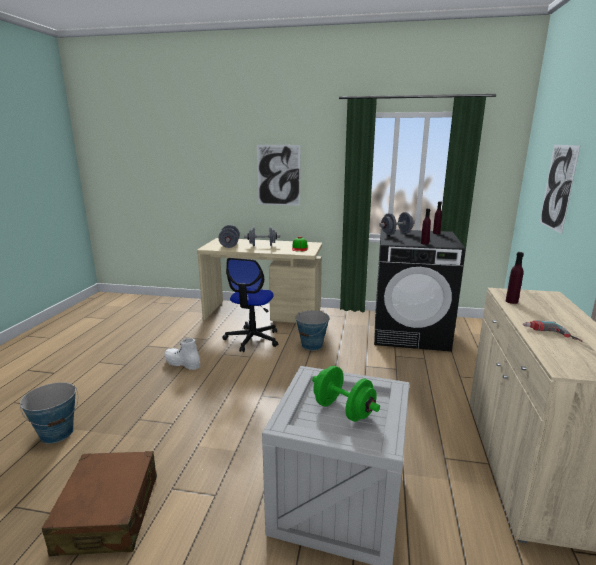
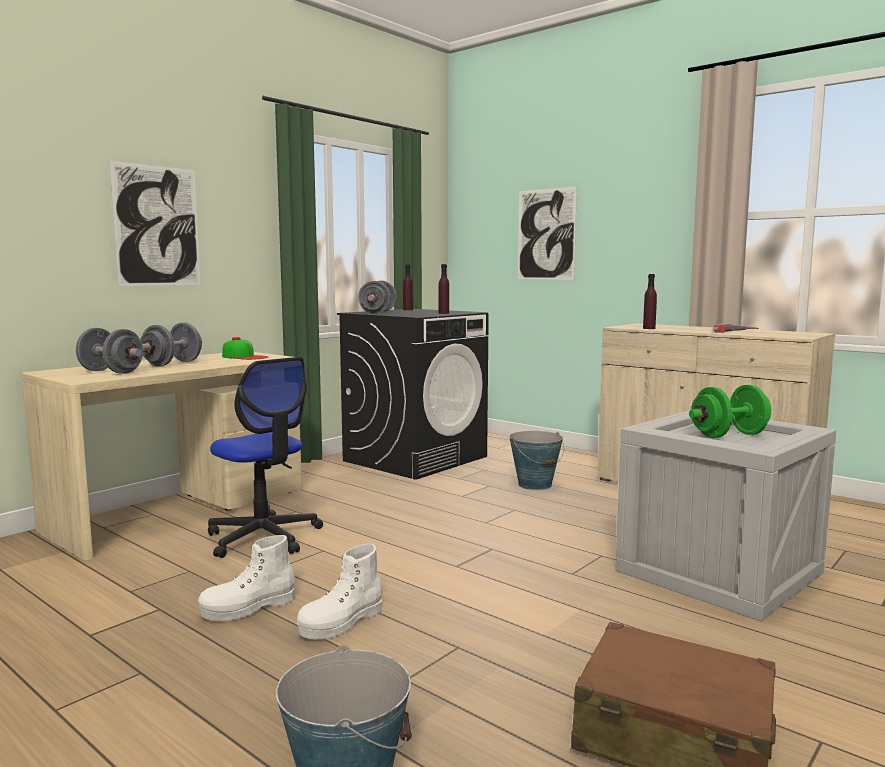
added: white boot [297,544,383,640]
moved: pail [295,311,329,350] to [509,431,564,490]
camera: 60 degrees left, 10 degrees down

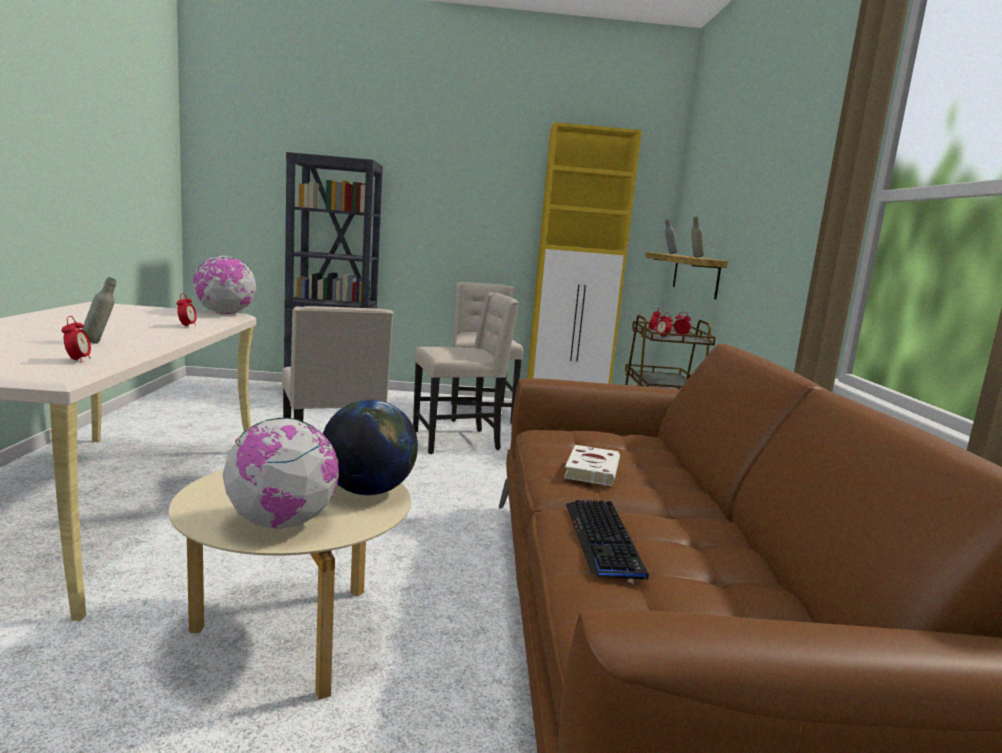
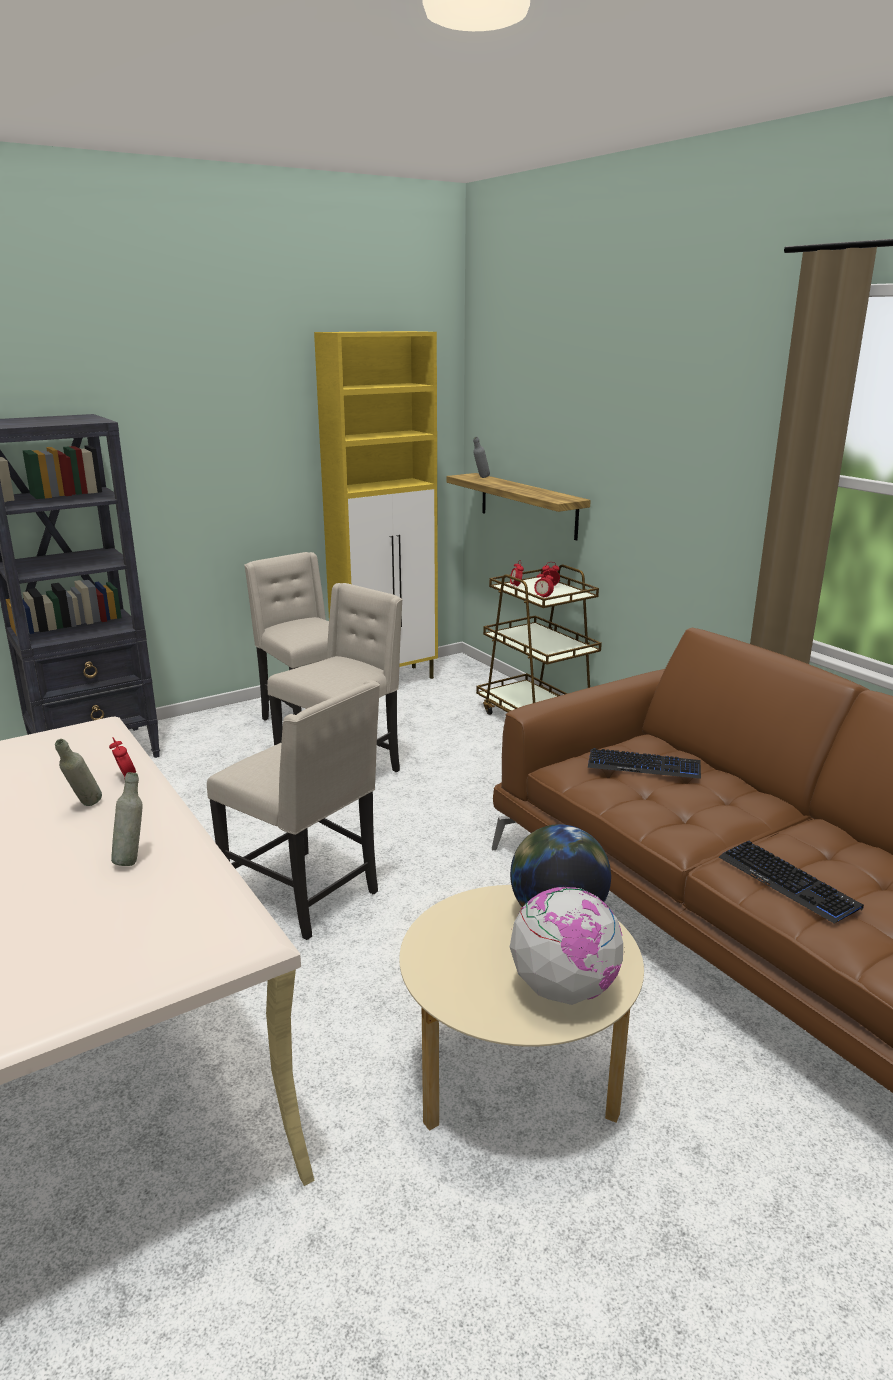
removed: globe [193,256,256,314]; alarm clock [61,316,91,363]; white bound book [564,445,620,486]
added: PC keyboard [588,748,701,779]
moved: greyish beverage bottle [691,217,704,258] to [55,739,102,806]
camera: 30 degrees left, 10 degrees up

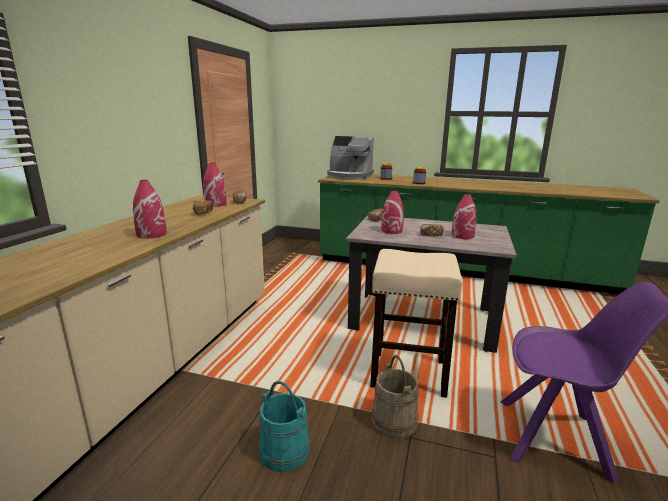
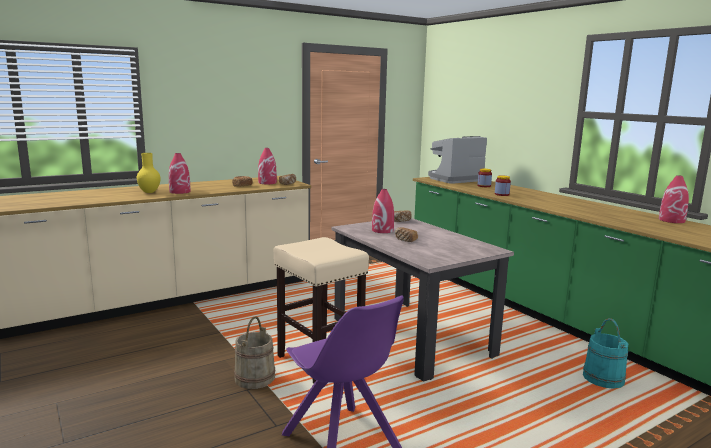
added: yellowish vase [137,153,160,193]
moved: reddish vase [452,194,476,239] to [659,175,689,223]; blue-green pail [259,381,310,472] to [583,318,628,389]
turned: coffee brewer [327,136,374,180] = [428,136,487,184] 90 degrees clockwise
camera: 40 degrees right, 5 degrees down

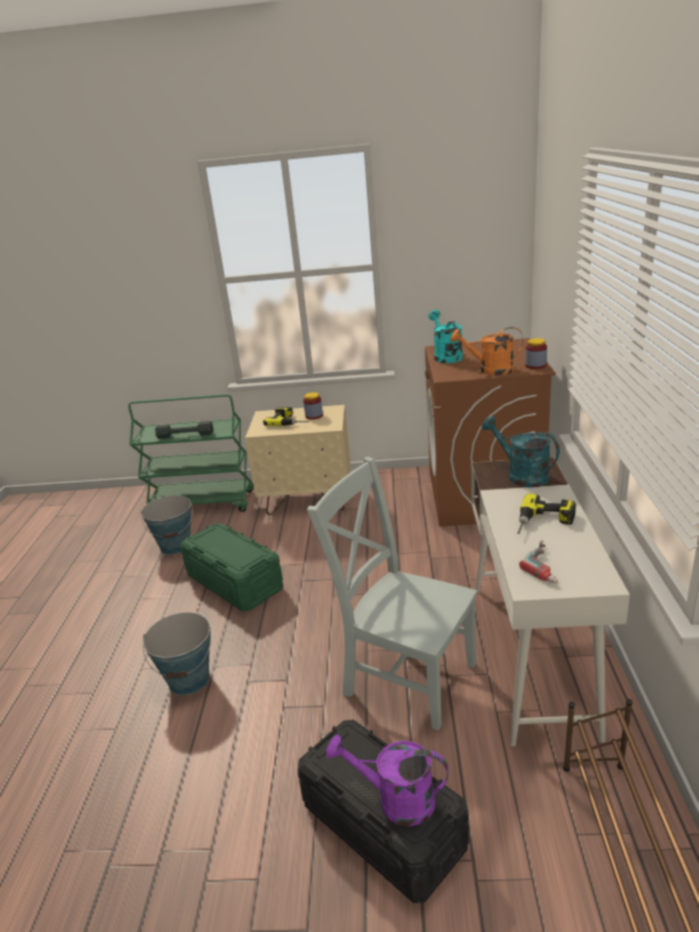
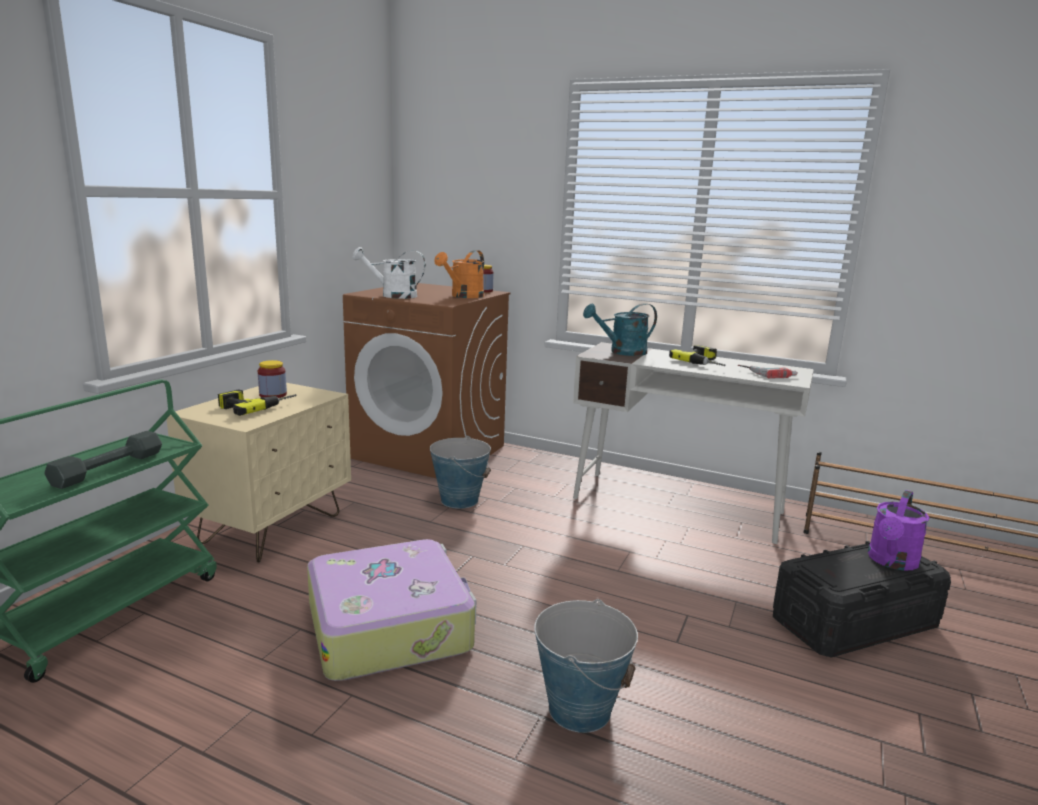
removed: greyish upright chair [307,457,477,731]
moved: pail [140,495,193,555] to [430,436,491,509]
replaced: green storage bin [181,523,283,611] to travel case [307,539,477,681]
recoloured: blue-green sprinkling can [429,310,463,363] to white sprinkling can [352,247,426,299]
camera: 70 degrees left, 10 degrees down

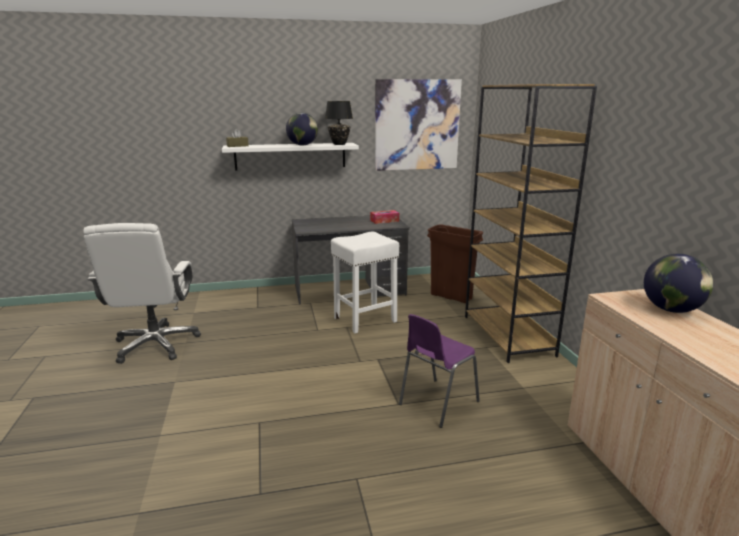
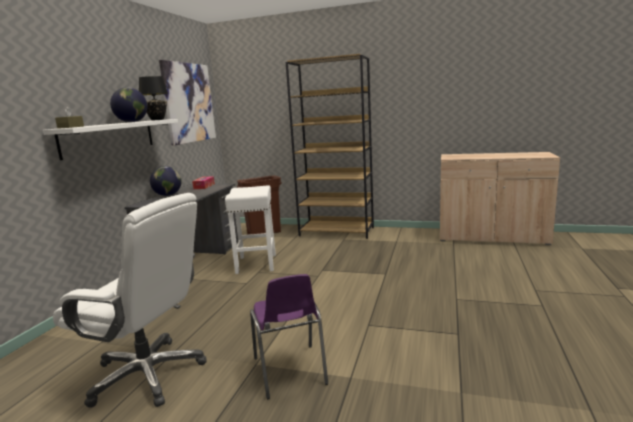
moved: globe [644,254,713,313] to [150,166,182,196]; purple upright chair [399,314,480,428] to [250,274,328,399]
camera: 60 degrees left, 5 degrees down

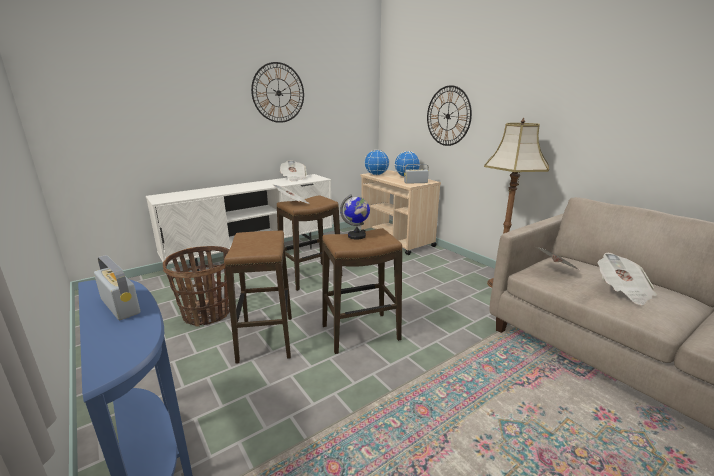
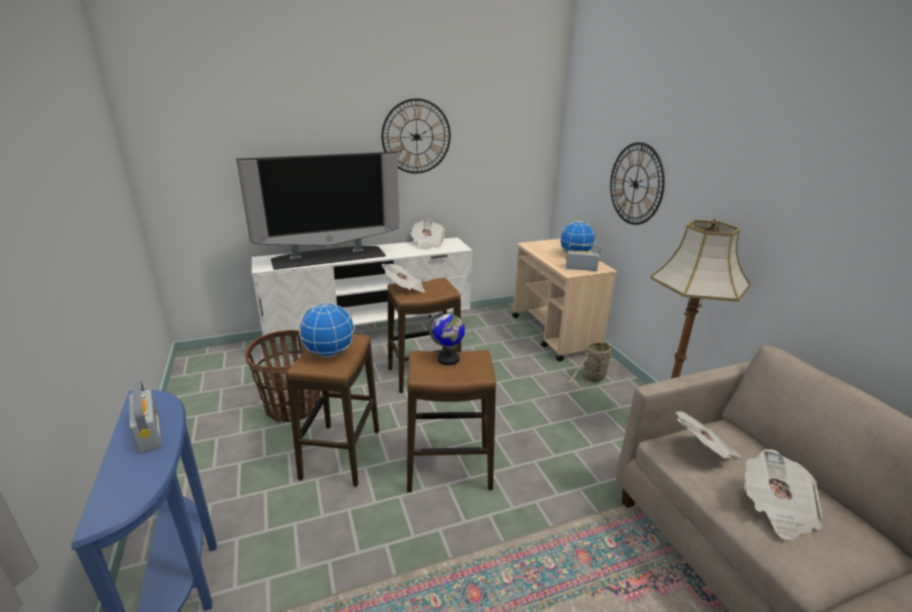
added: TV [236,152,400,270]; basket [568,342,612,389]
moved: globe [364,150,389,175] to [299,303,355,357]
camera: 15 degrees right, 5 degrees up

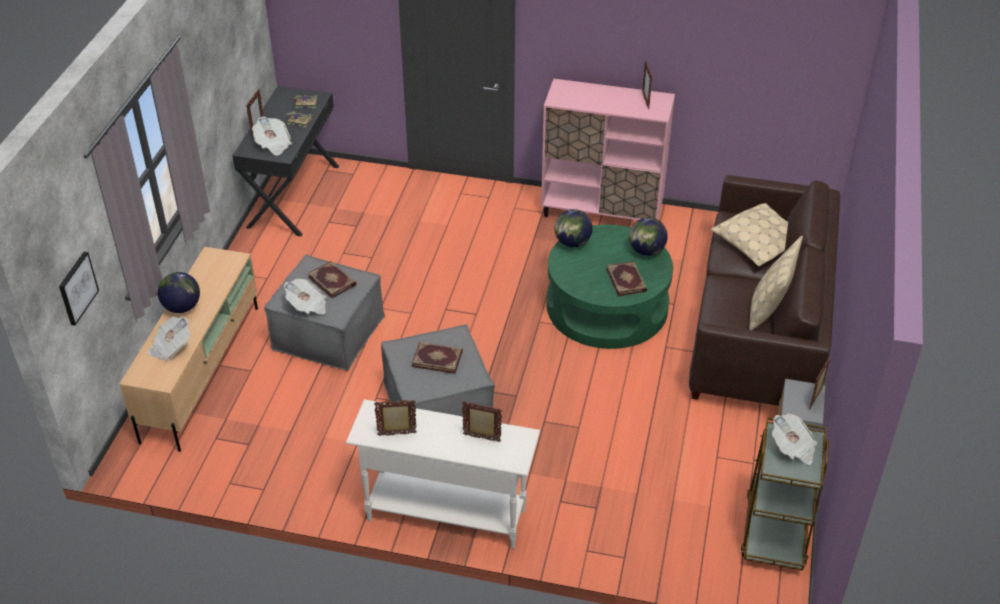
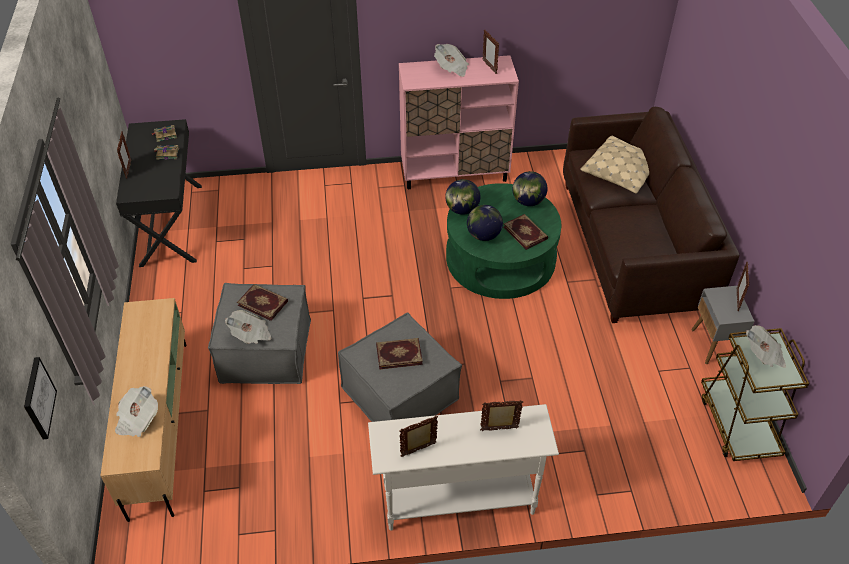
removed: beige-coloured throw pillow [749,236,803,331]
moved: newspaper [252,117,292,156] to [434,44,469,77]; globe [158,272,200,313] to [467,205,503,241]
camera: 20 degrees left, 5 degrees up

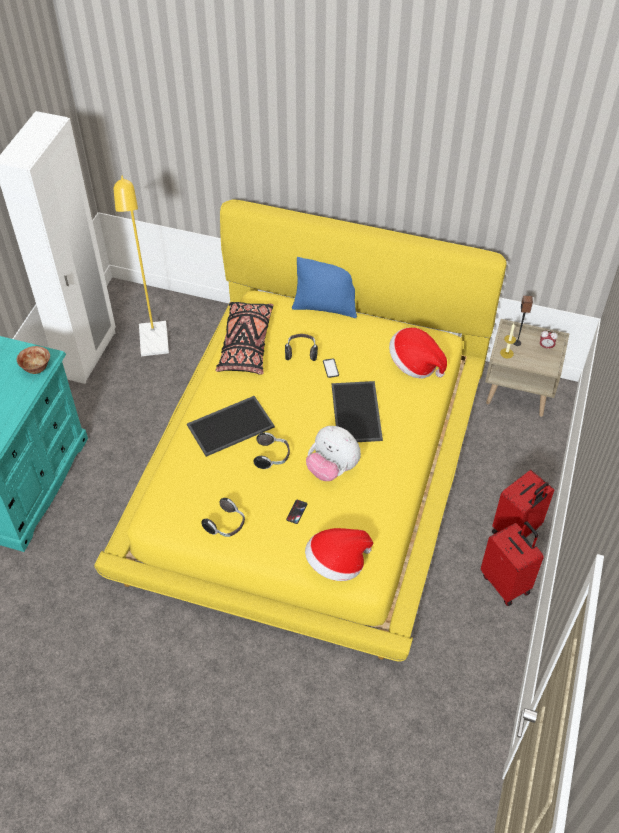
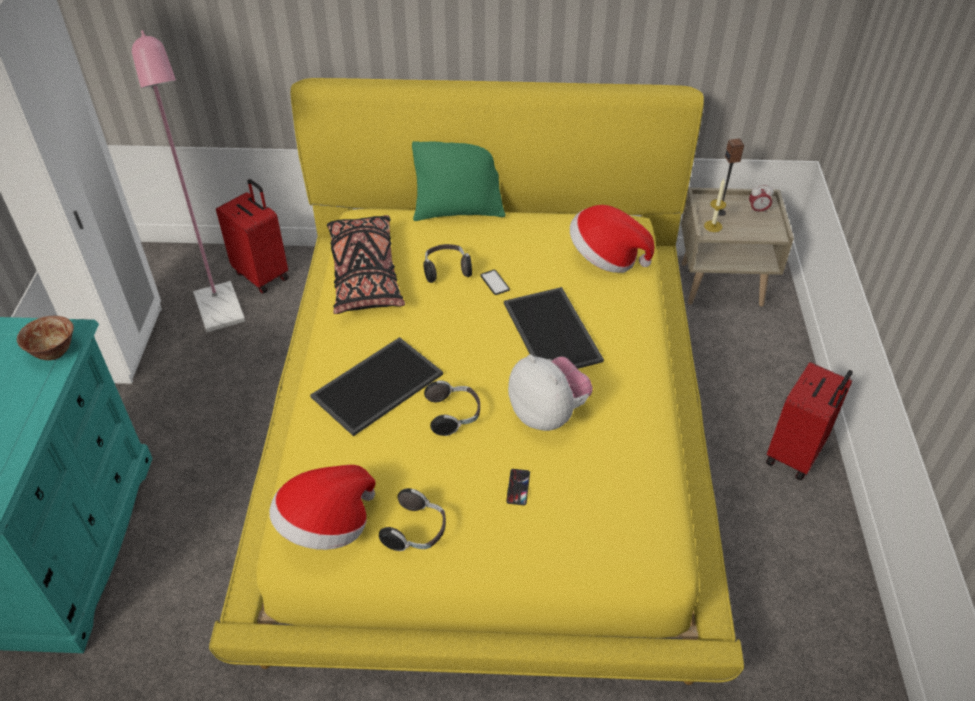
moved: reddish travel case [481,521,544,606] to [216,179,289,294]; hat [305,528,373,581] to [269,465,376,550]
recoloured: yellowish standing lamp [114,176,169,356] to pink standing lamp [132,30,245,332]; blue throw pillow [292,257,357,318] to green throw pillow [412,141,506,221]
turned: plush toy [306,426,361,481] = [508,354,593,431] 150 degrees counterclockwise
camera: 15 degrees left, 5 degrees down

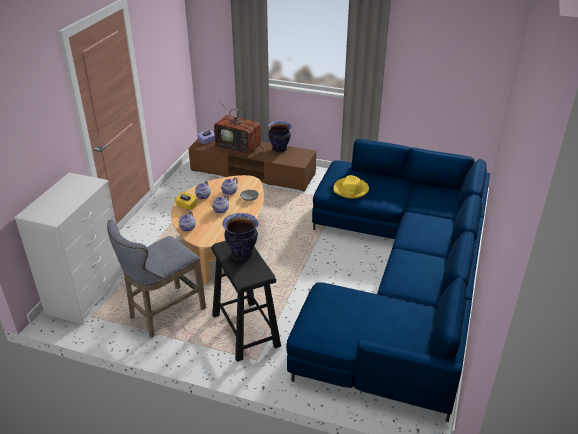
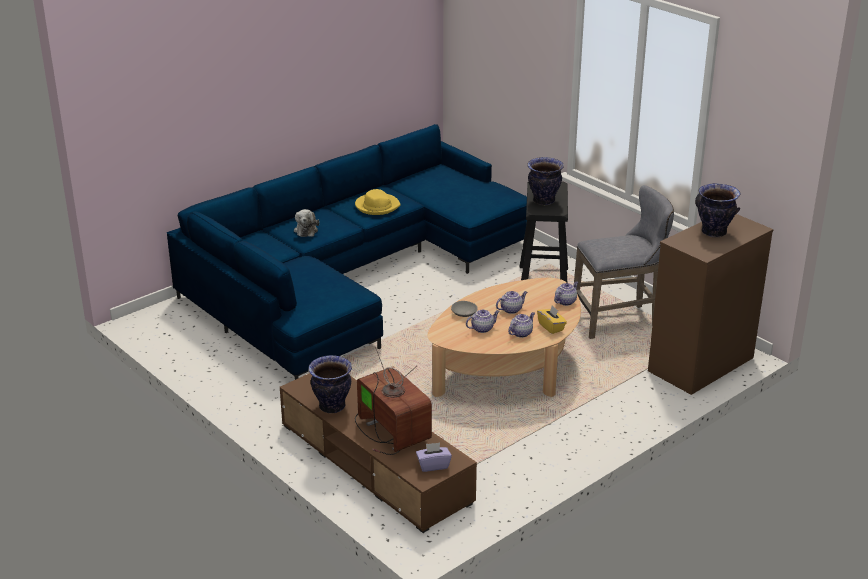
added: vase [695,183,740,237]; plush toy [294,209,319,237]
moved: yellowish hat [333,175,369,198] to [355,189,401,215]
recoloured: white chest of drawers [14,173,124,325] to brown-coloured chest of drawers [648,214,773,395]
camera: 150 degrees left, 5 degrees down

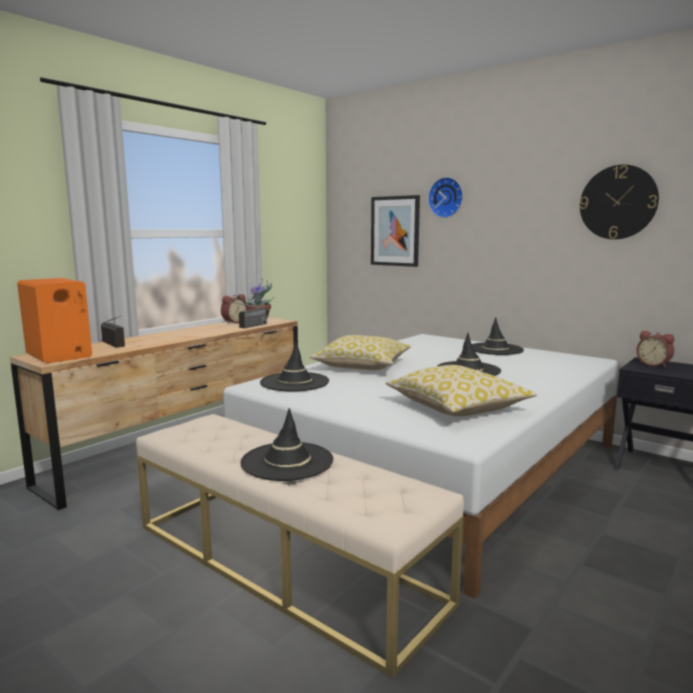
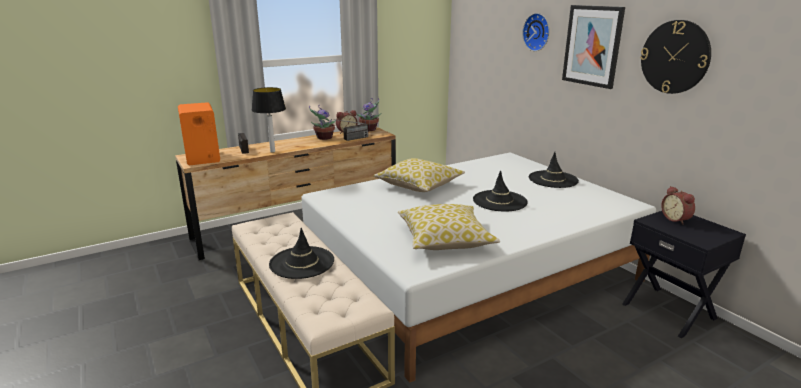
removed: black hat [260,341,329,392]
added: tabletop lamp [251,87,286,153]; plant in a pot [309,105,337,140]
moved: wall picture [371,195,420,267] to [562,5,625,89]
camera: 20 degrees right, 10 degrees up

